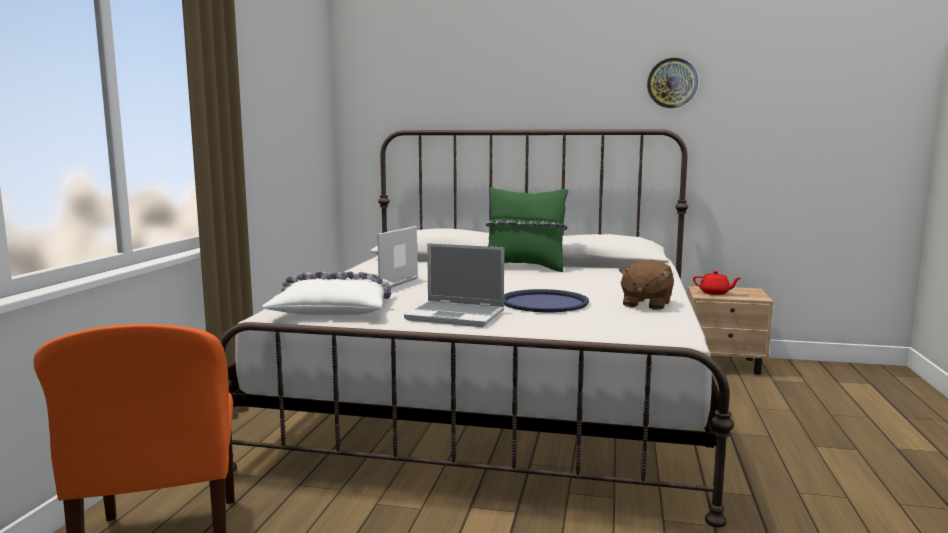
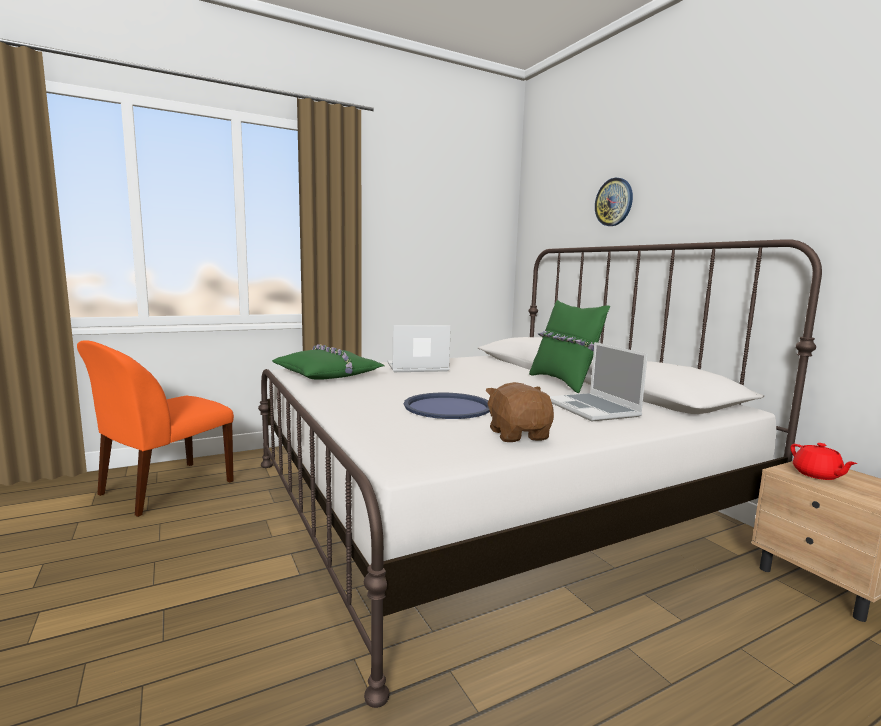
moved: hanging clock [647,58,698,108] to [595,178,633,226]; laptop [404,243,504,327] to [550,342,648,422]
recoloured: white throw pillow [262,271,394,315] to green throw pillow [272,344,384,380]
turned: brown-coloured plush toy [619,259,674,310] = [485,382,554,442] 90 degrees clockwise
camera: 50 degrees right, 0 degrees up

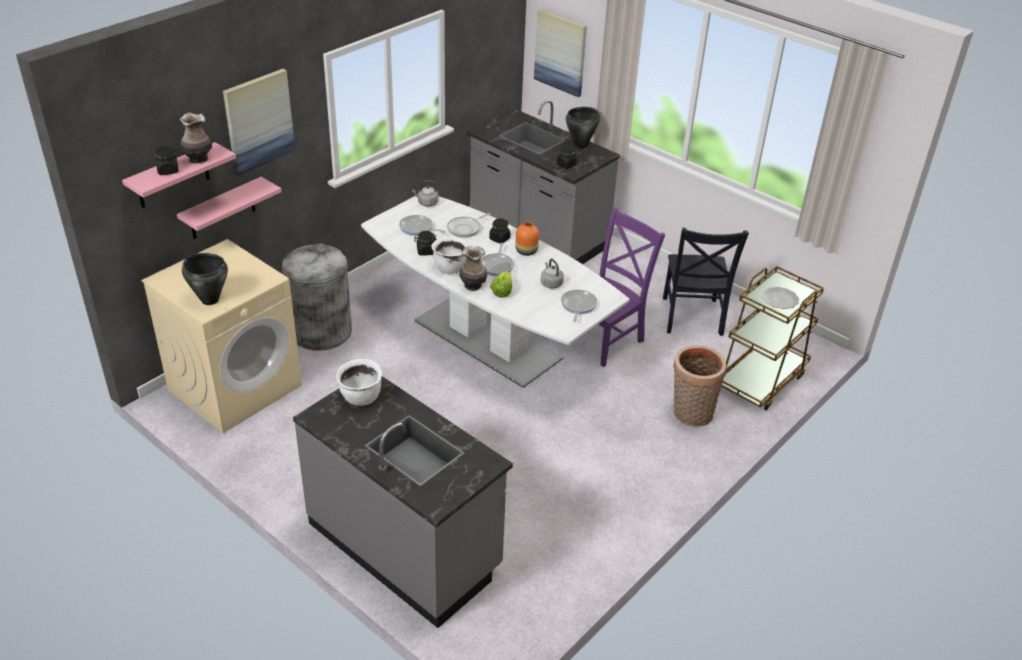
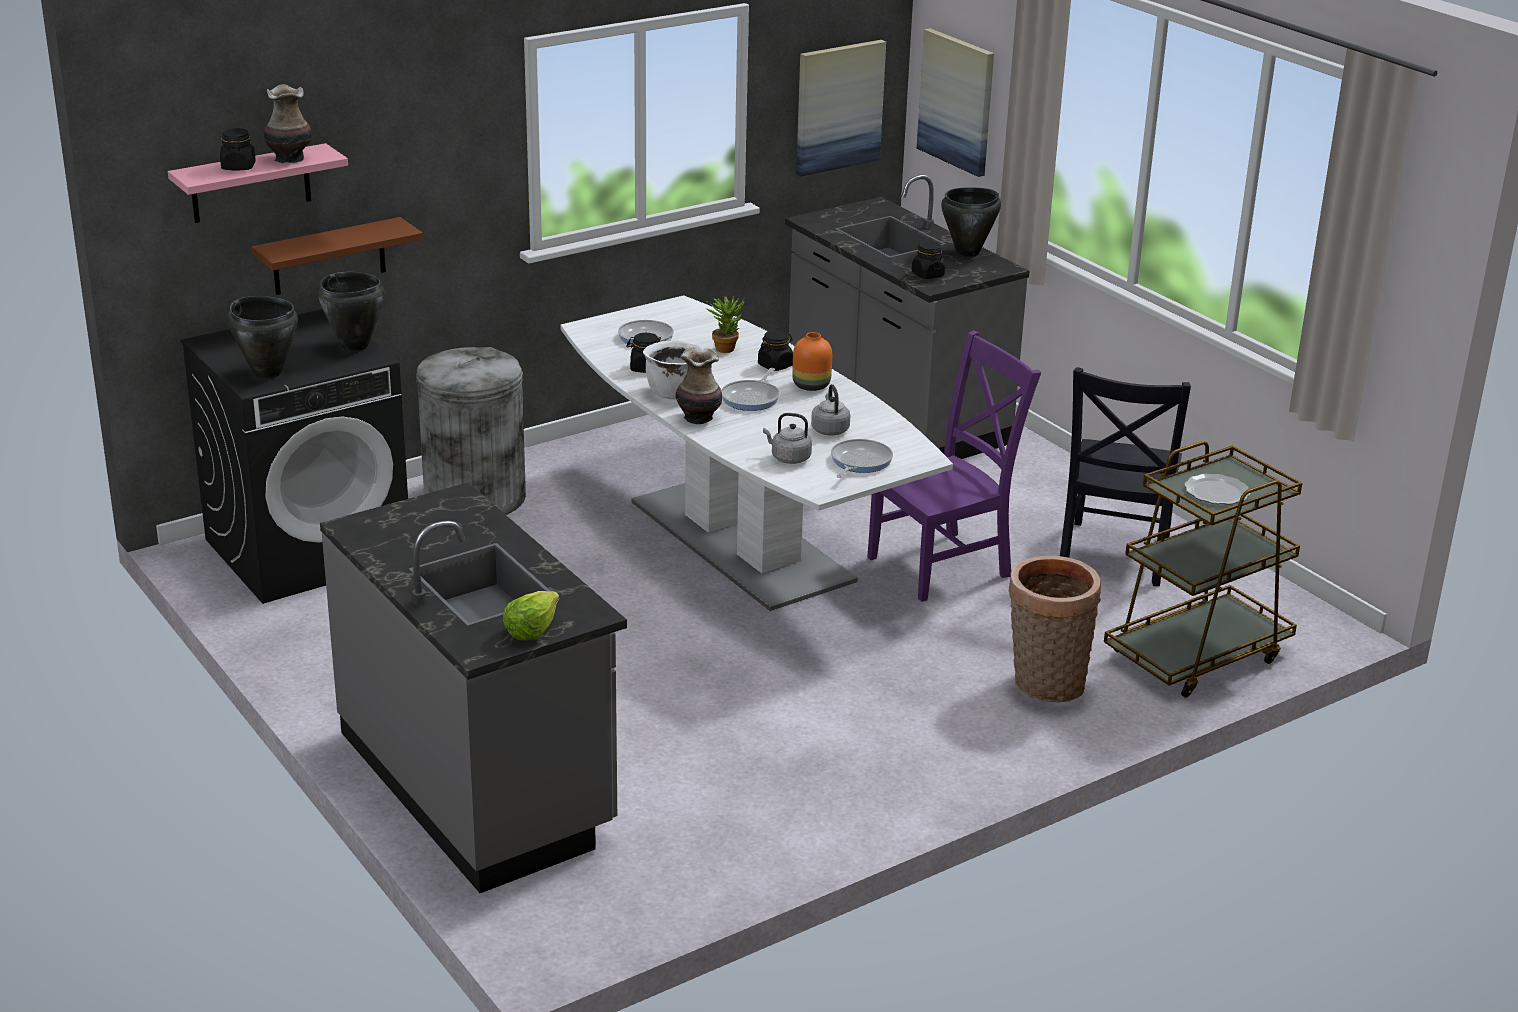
removed: white saucepot [336,359,382,406]
added: black saucepot [318,272,385,352]
moved: wall picture [223,69,295,175] to [796,40,886,176]; greyish tea kettle [412,180,439,207] to [763,413,812,464]; lettuce head [490,271,512,298] to [503,591,559,641]
replaced: skillet [447,213,490,238] to plant in a pot [705,296,745,353]
recoloured: pink wall shelf [177,177,282,239] to brown-coloured wall shelf [251,217,423,295]; beige-coloured laundry machine [141,239,302,433] to black laundry machine [181,309,408,604]
camera: 15 degrees right, 10 degrees down

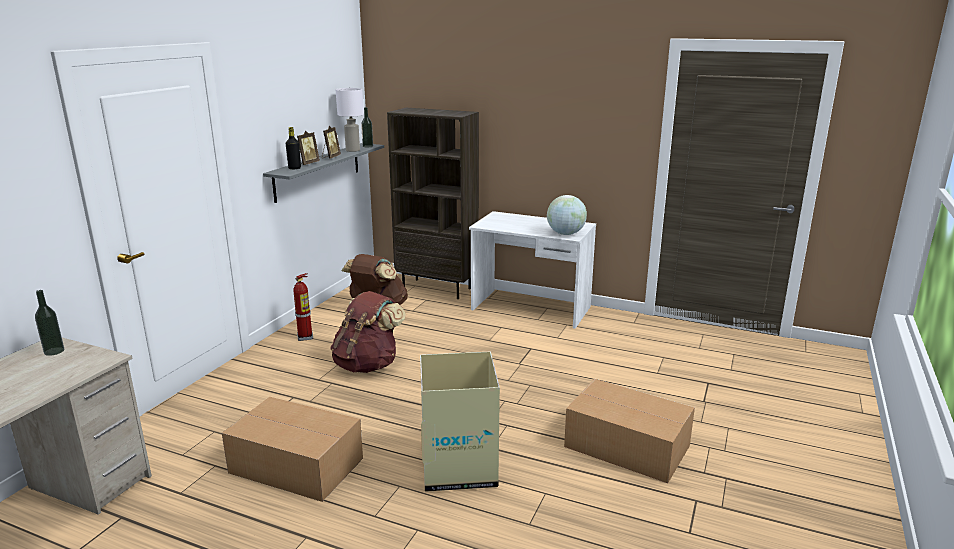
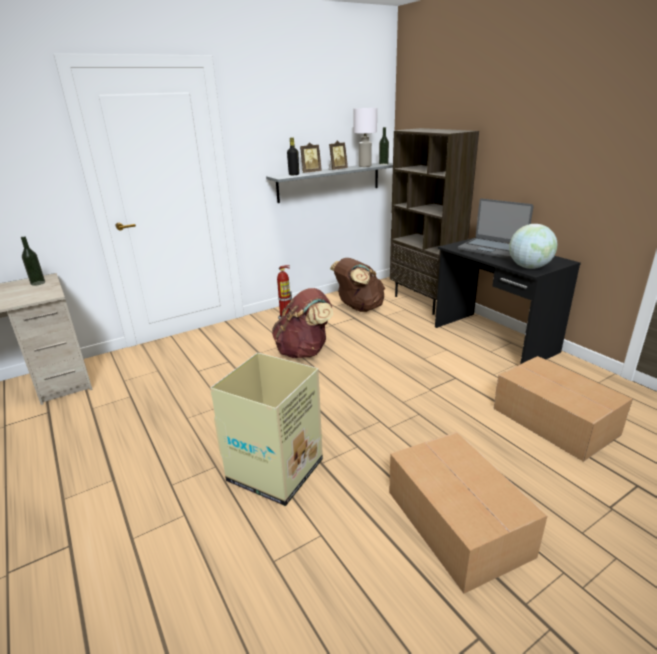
added: laptop [457,199,534,259]
moved: carton [222,397,363,502] to [493,356,633,462]
recoloured: white desk unit [469,211,596,329] to black desk unit [435,237,581,364]
camera: 35 degrees right, 5 degrees up

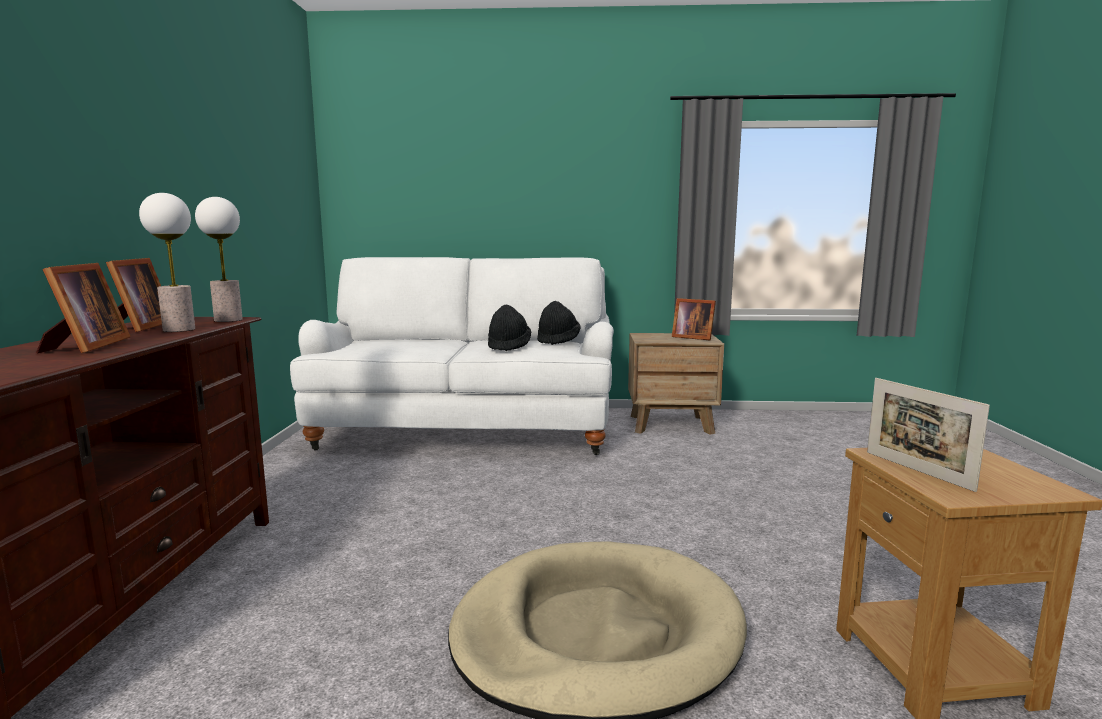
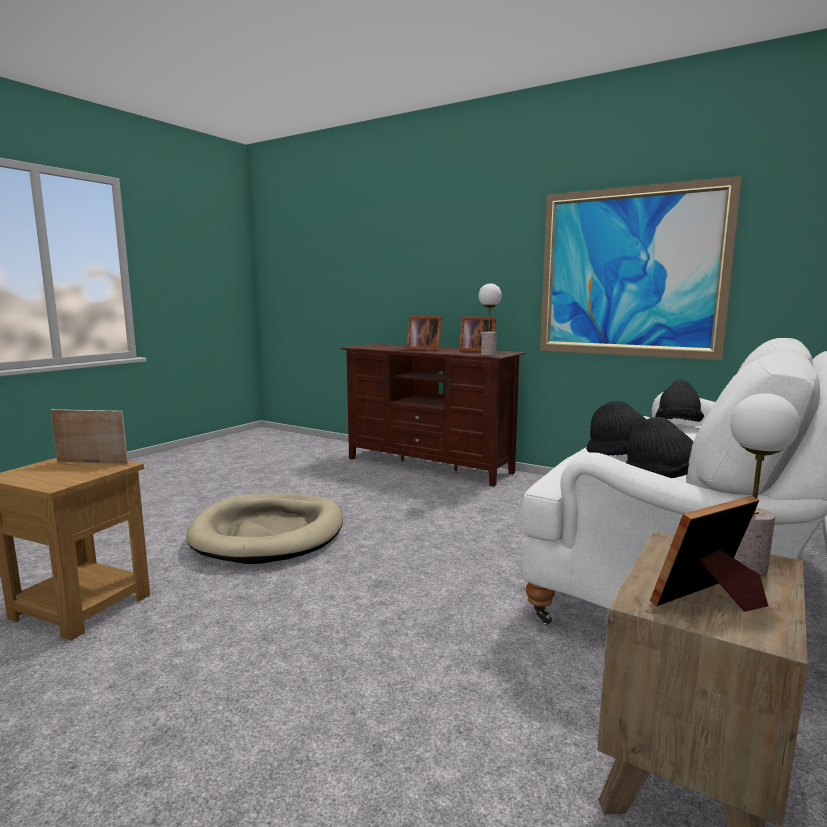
added: wall picture [540,176,742,360]; black hat [655,380,704,422]
moved: tabletop lamp [139,193,195,332] to [730,393,800,576]
camera: 120 degrees right, 0 degrees up

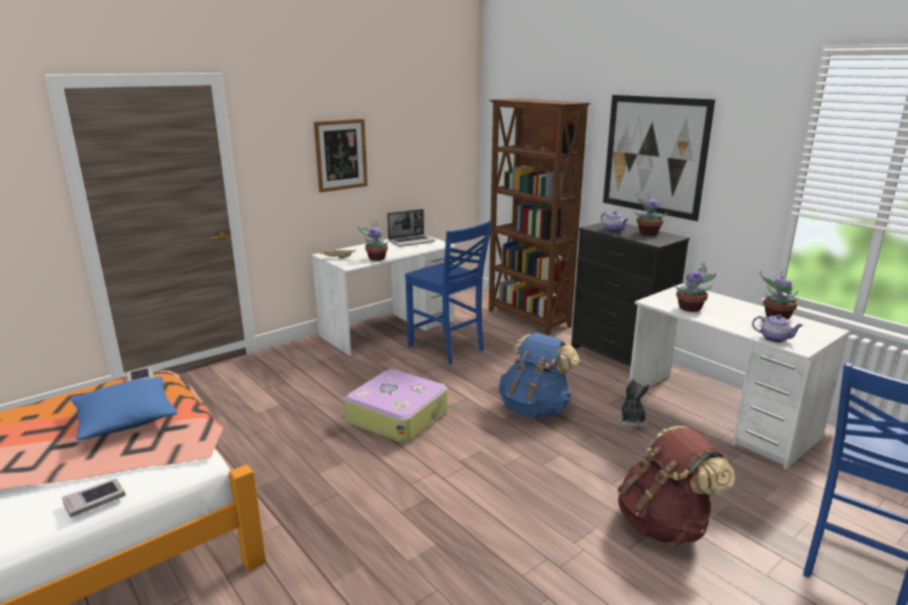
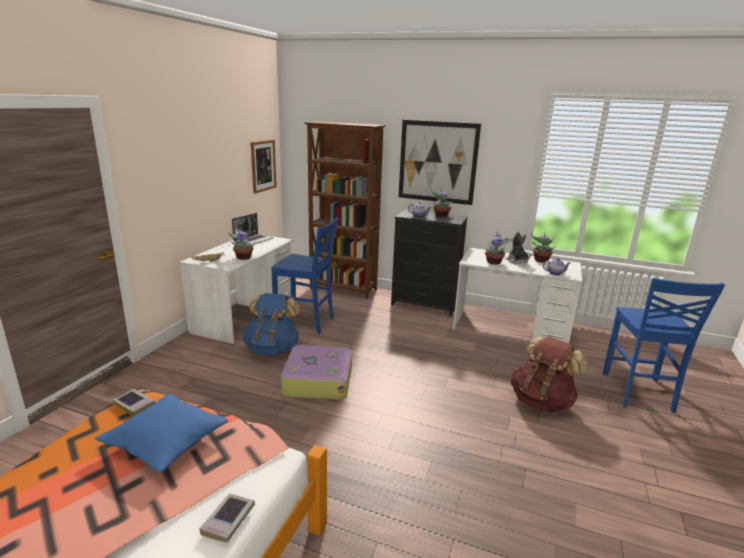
moved: wall picture [314,119,368,193] to [251,139,277,194]; blue knapsack [499,332,579,418] to [243,293,300,355]; plush toy [618,379,650,427] to [505,231,531,264]
camera: 30 degrees left, 0 degrees up

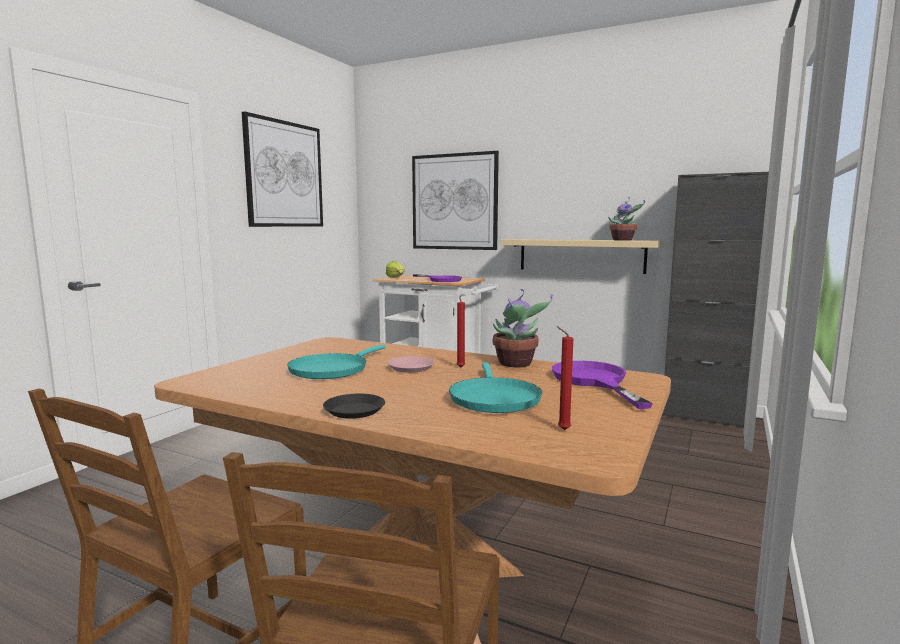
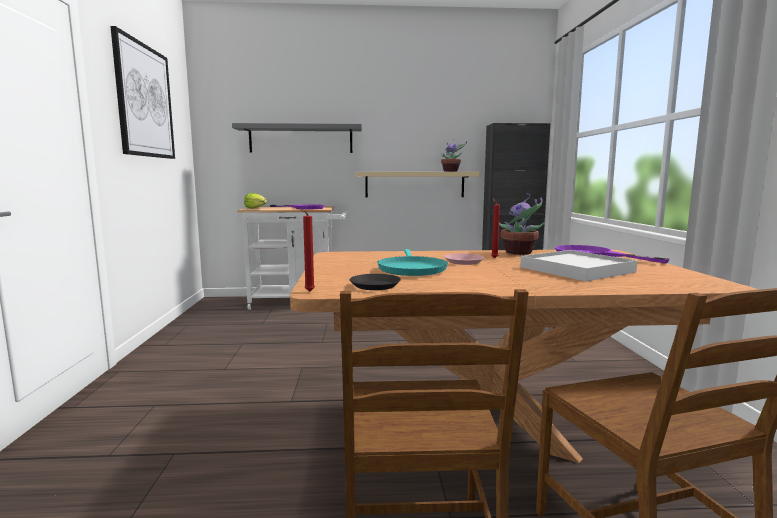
moved: reddish candle [557,326,573,430] to [299,208,315,291]; black dinner plate [323,394,385,419] to [350,274,401,290]
replaced: wall picture [412,151,499,250] to greyish wall shelf [232,123,362,153]; blue-green skillet [449,363,542,413] to white tray [520,250,638,282]
camera: 30 degrees left, 0 degrees up

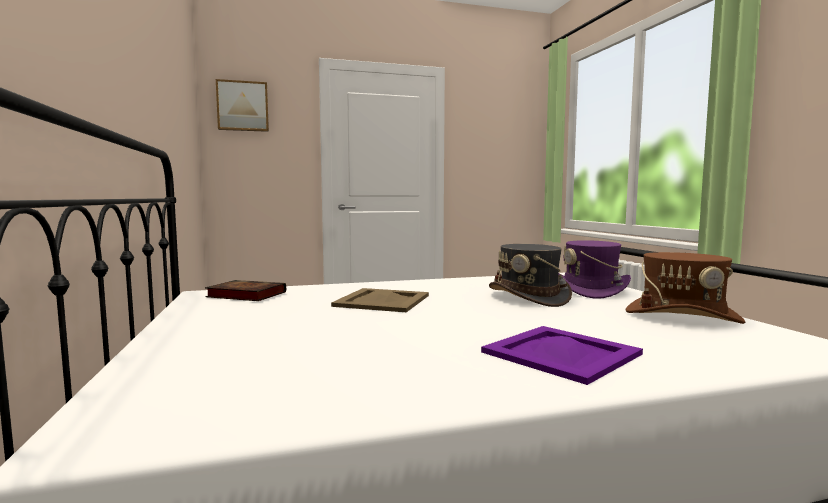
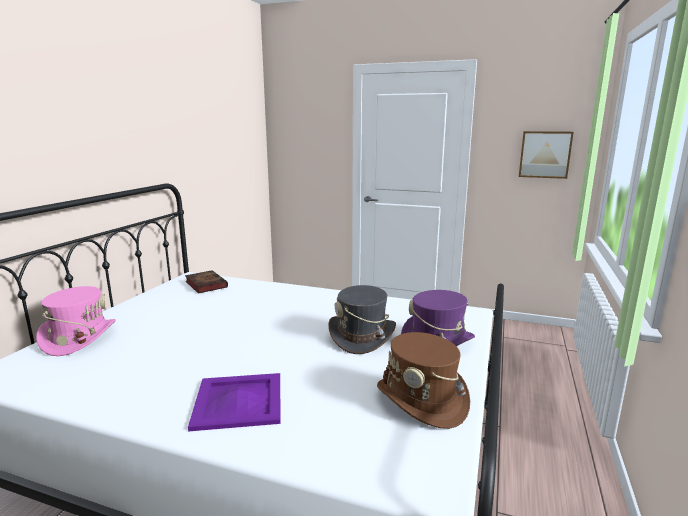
removed: beige-coloured tray [331,288,429,312]
added: pink hat [36,286,116,356]
moved: wall picture [216,79,269,132] to [519,131,574,179]
camera: 35 degrees right, 10 degrees up

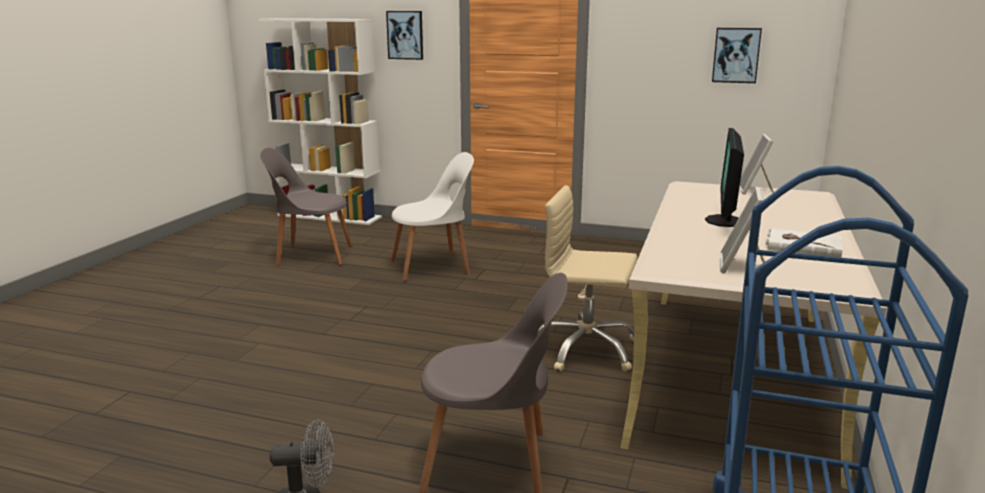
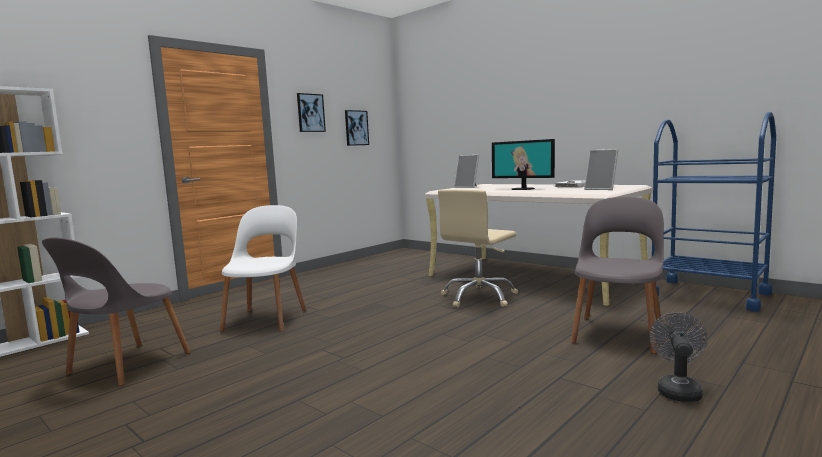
moved: wall picture [386,11,423,60] to [297,93,326,132]
camera: 65 degrees left, 10 degrees down

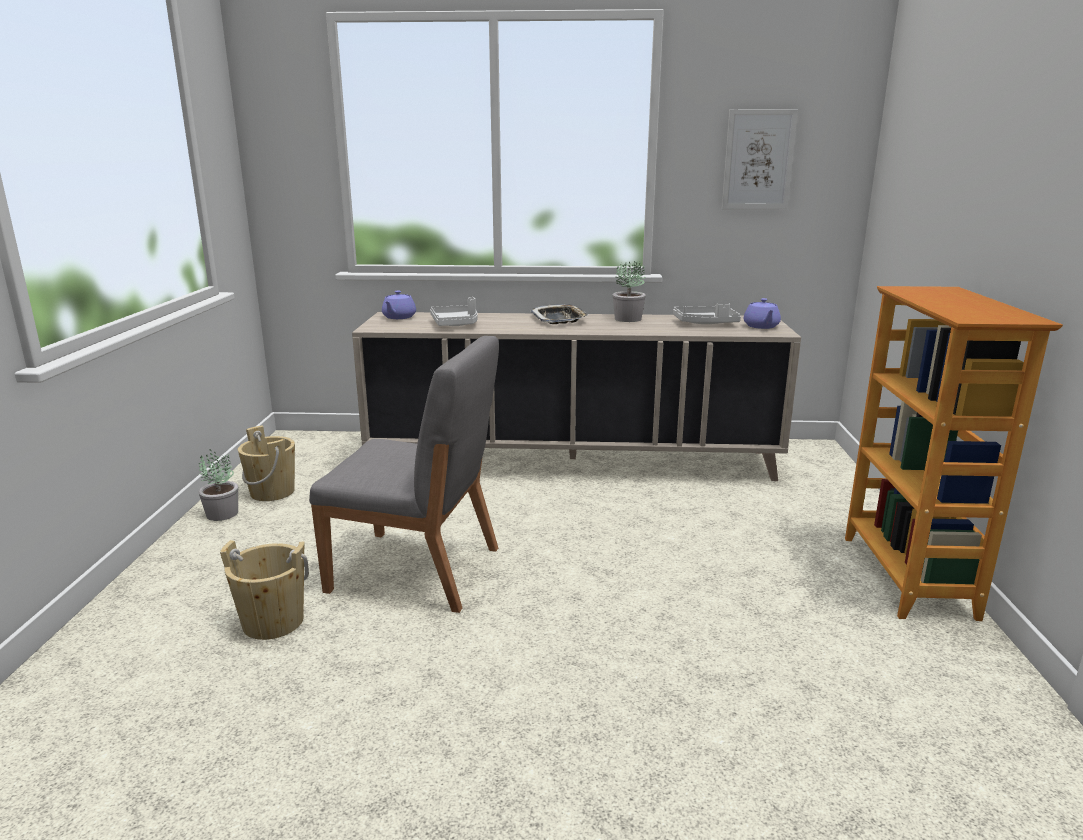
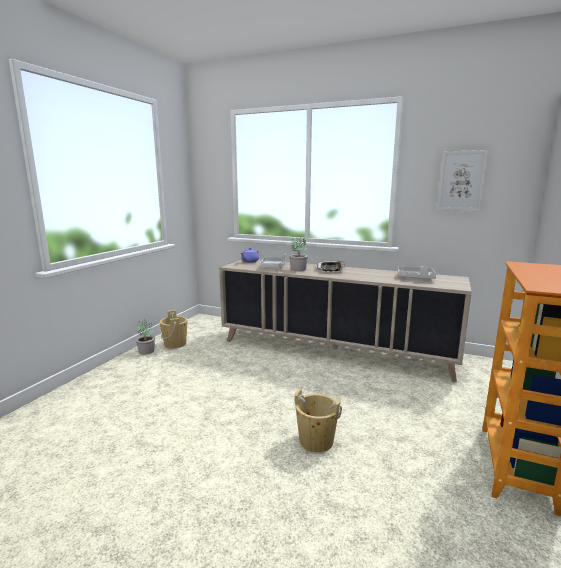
removed: purple pot for tea [744,298,781,329]; greyish upright chair [309,336,499,613]
moved: plant in a pot [613,261,646,322] to [289,237,308,271]; beige-coloured pail [220,540,309,640] to [294,389,342,452]
camera: 20 degrees right, 5 degrees down

